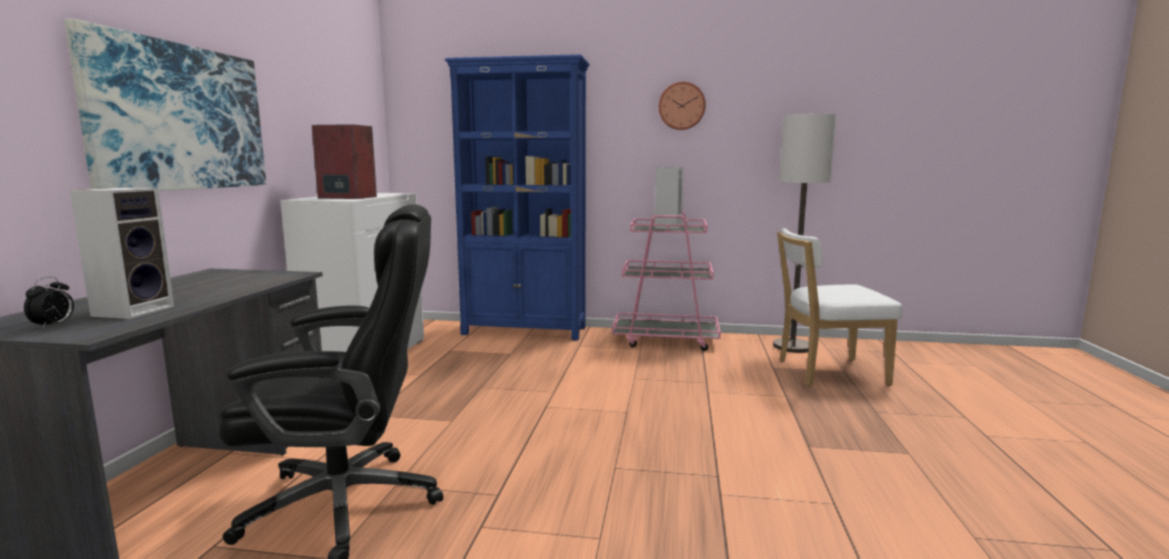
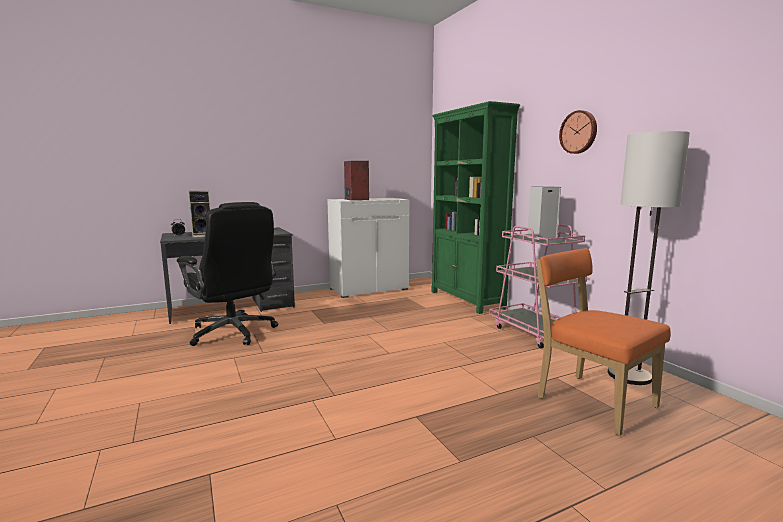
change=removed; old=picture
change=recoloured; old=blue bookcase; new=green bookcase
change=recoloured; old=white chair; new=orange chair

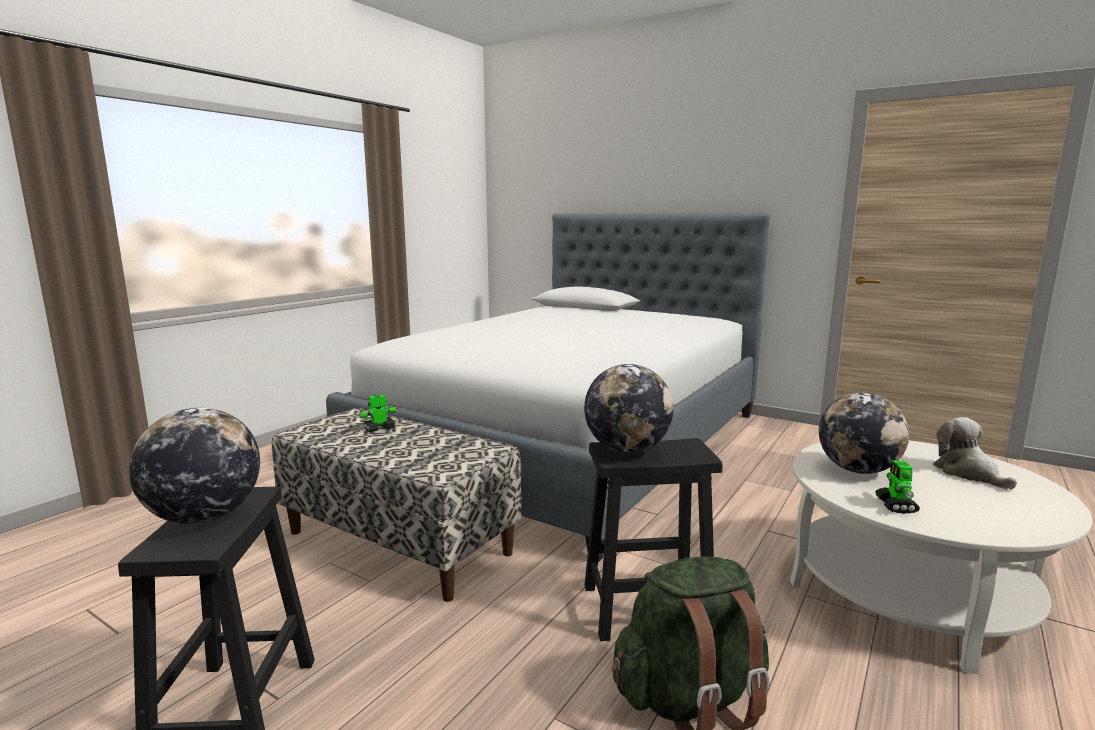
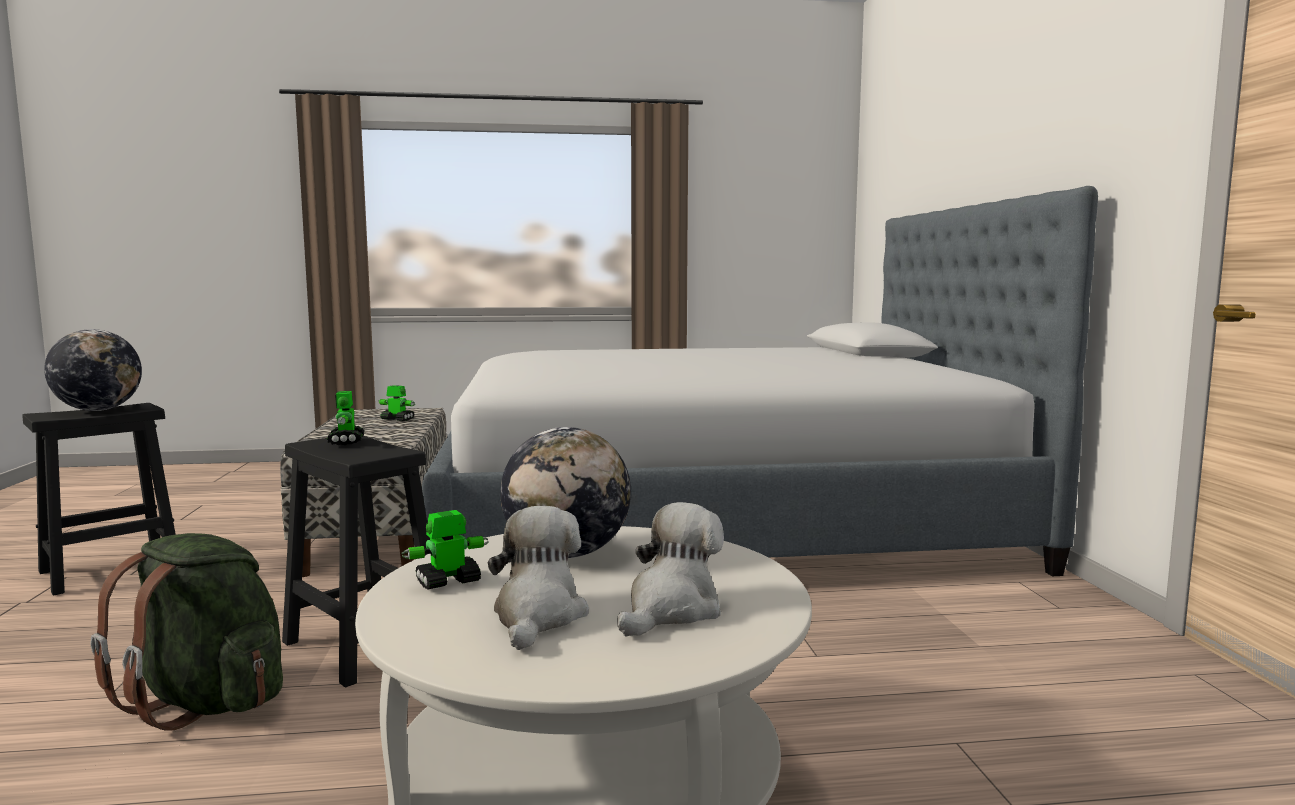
change=replaced; old=globe (2nd from left); new=toy robot (1st from left)
change=added; new=plush toy (1st from left)

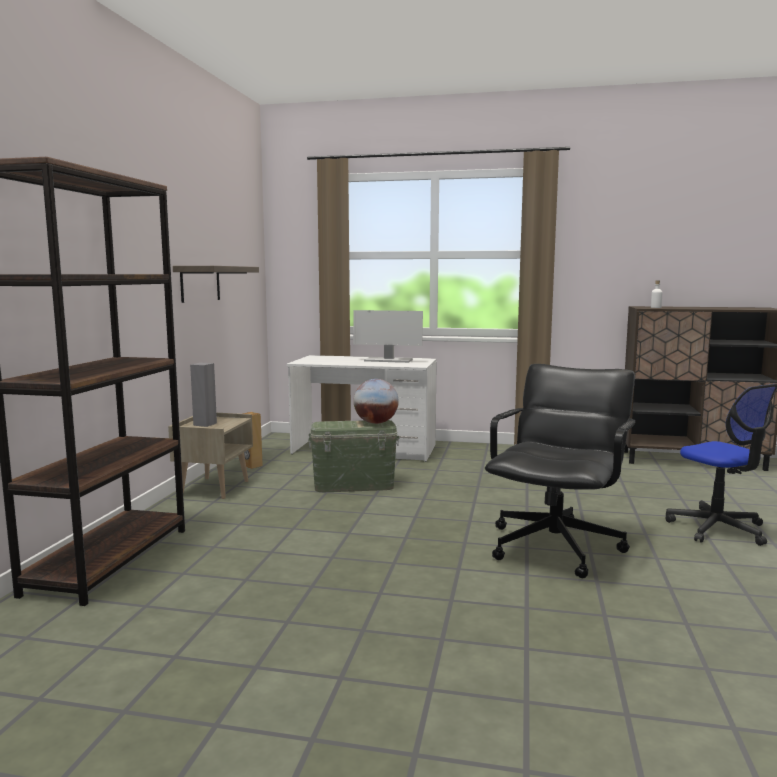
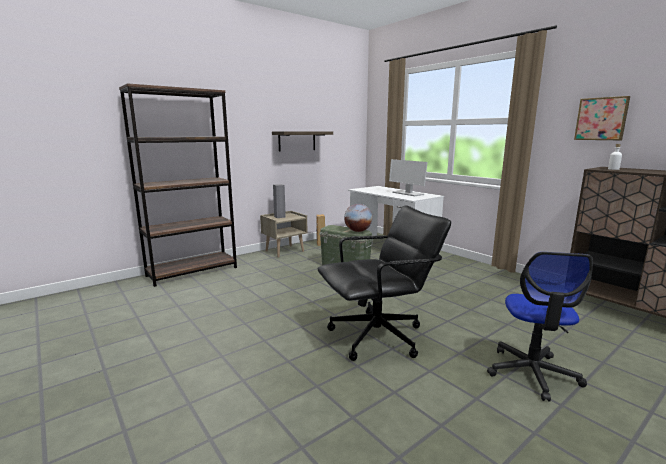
change=added; new=picture

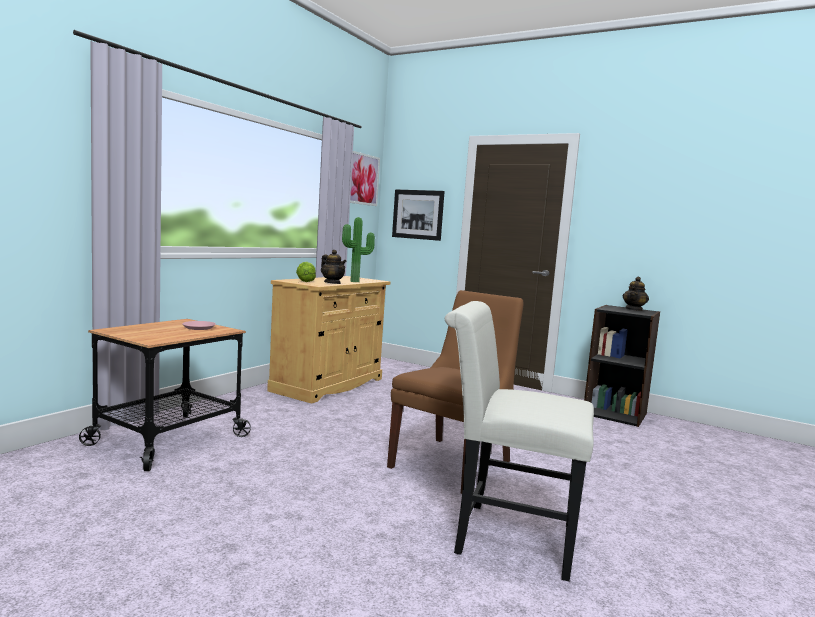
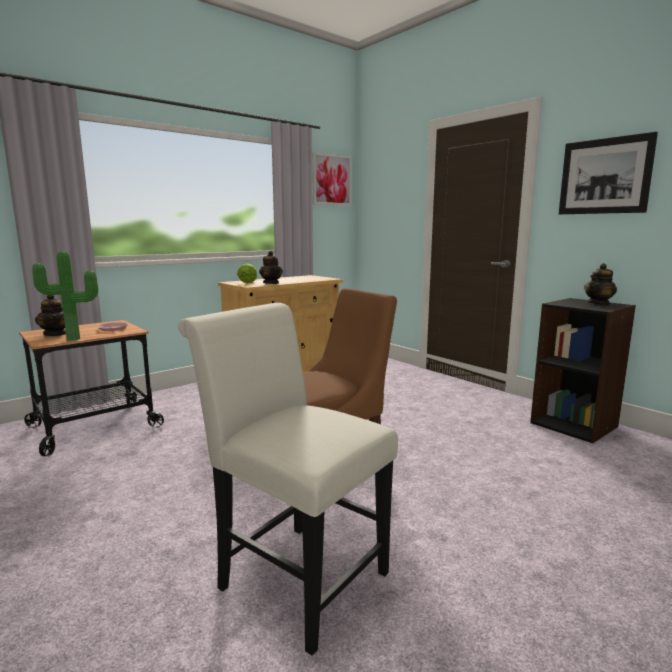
change=moved; old=picture (2nd from left)
change=moved; old=potted plant
change=added; new=teapot (1st from left)

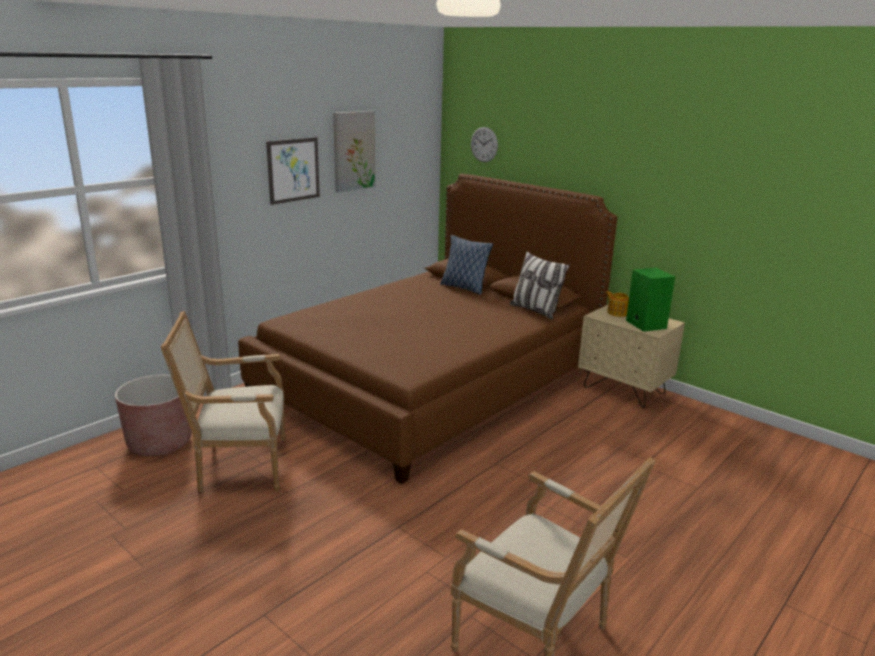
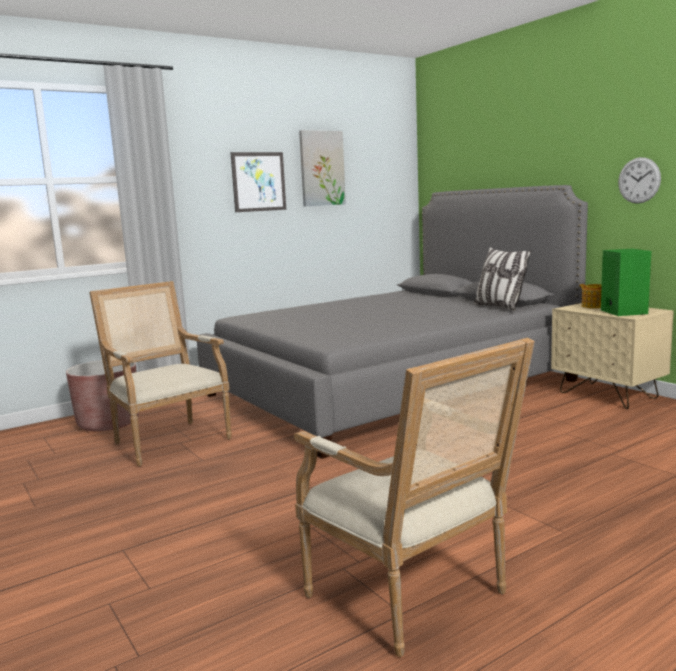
change=moved; old=wall clock
change=recoloured; old=brown bed; new=grey bed
change=removed; old=pillow (1st from left)
change=turned; old=armchair (1st from left); degrees=45

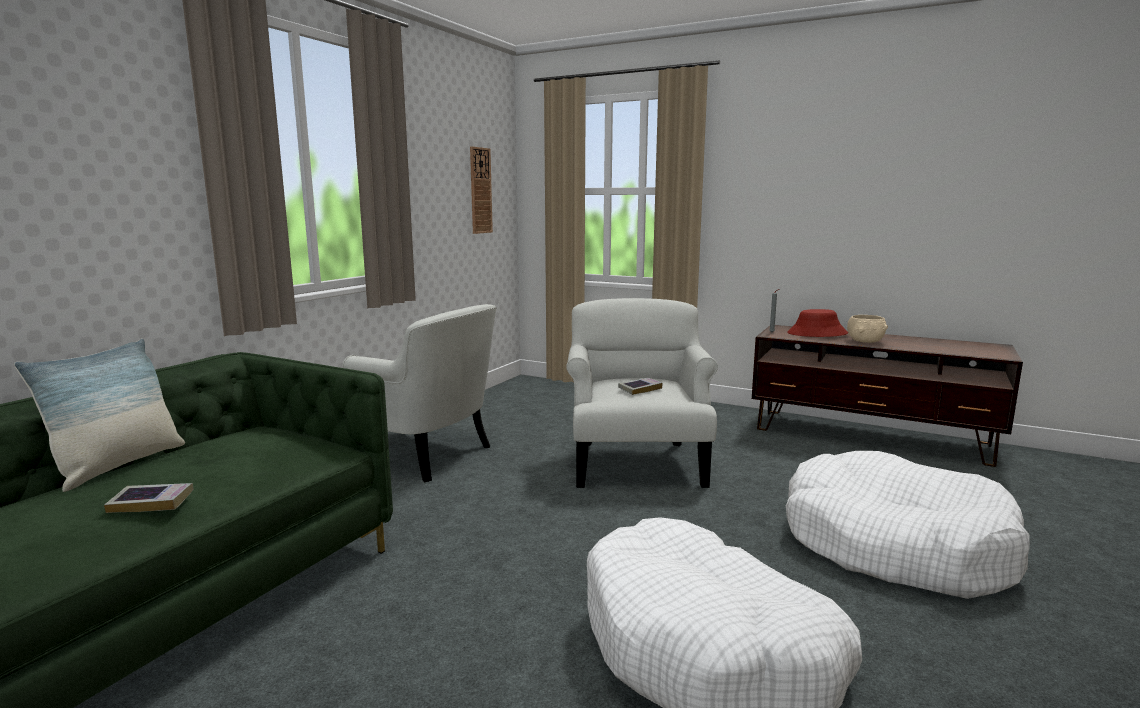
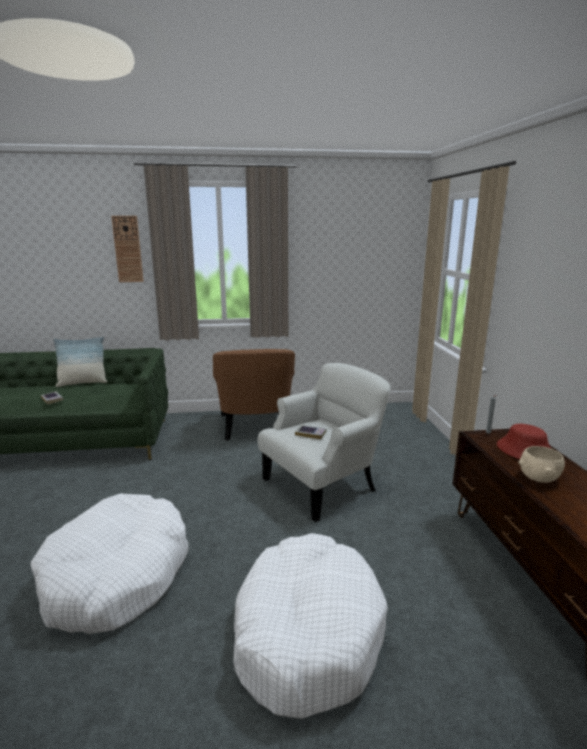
change=moved; old=wall clock
change=recoloured; old=white armchair (1st from left); new=brown armchair

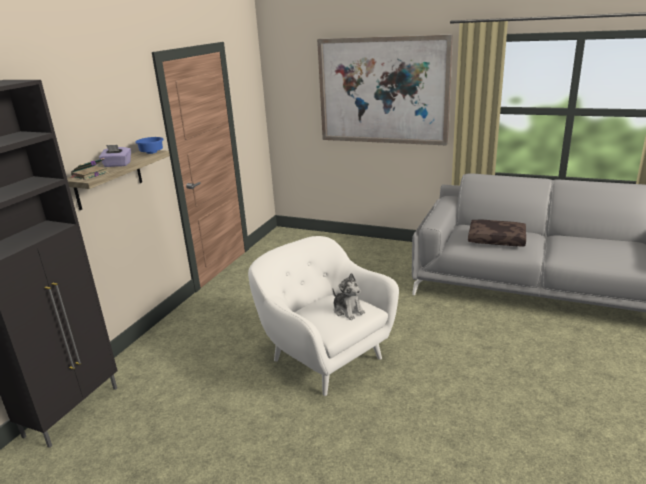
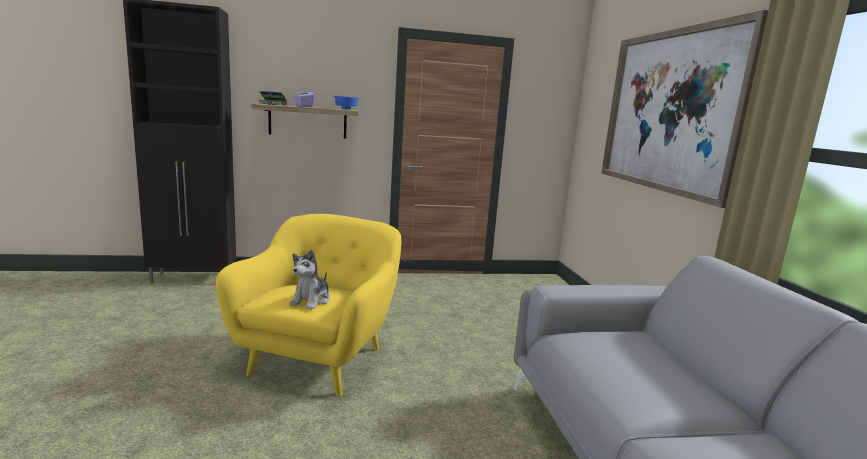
change=removed; old=brown pillow
change=recoloured; old=white armchair; new=yellow armchair

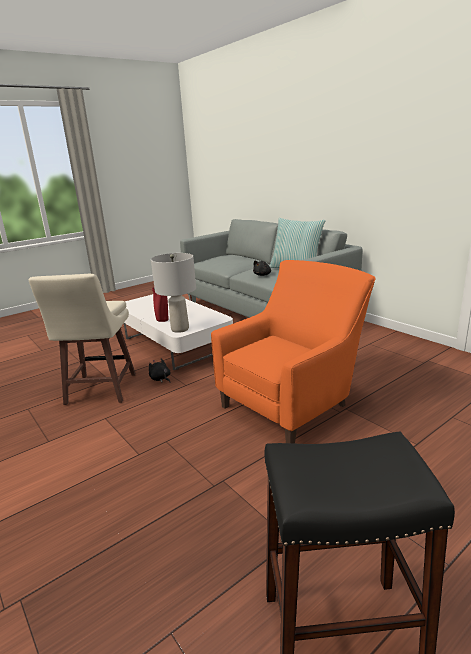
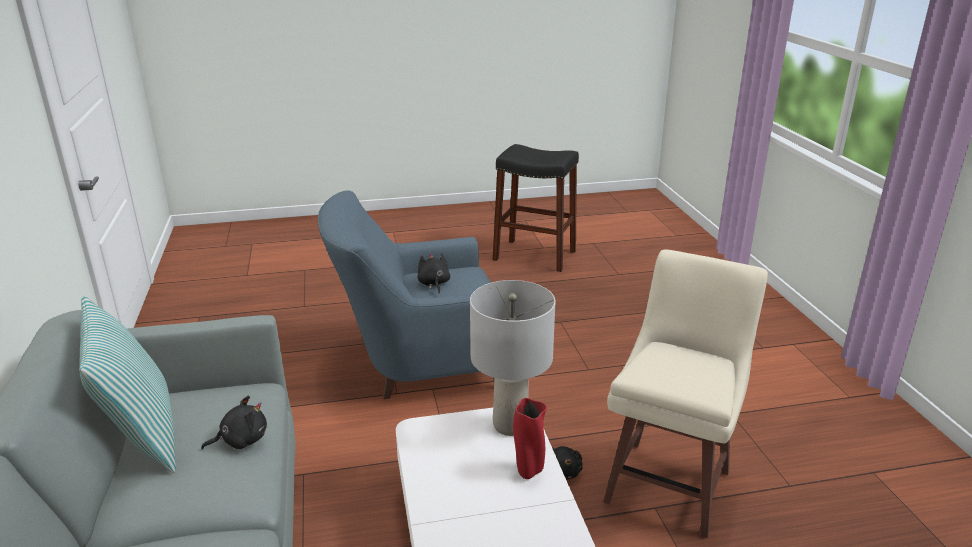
change=recoloured; old=orange armchair; new=blue armchair
change=added; new=black plush toy (2nd from left)

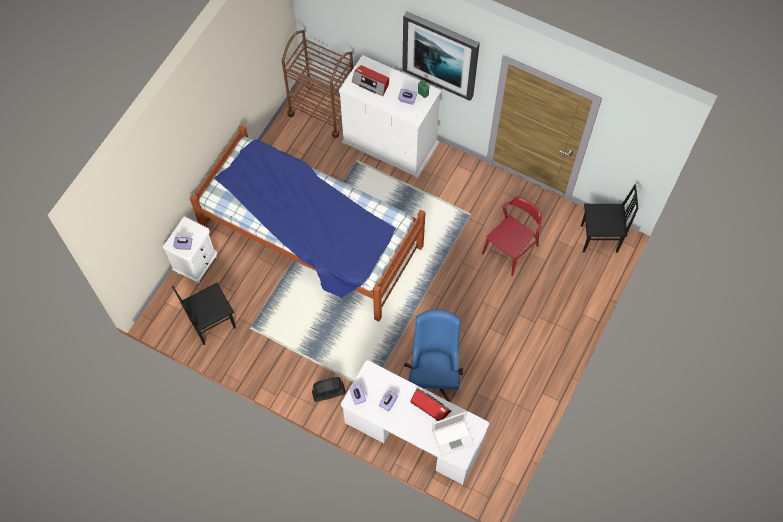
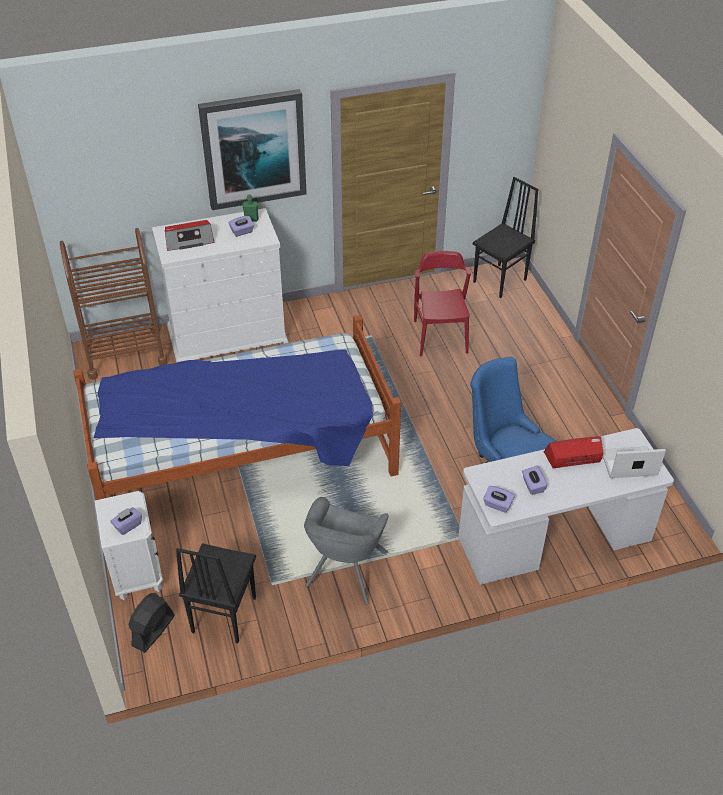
change=moved; old=black fan
change=turned; old=laptop; degrees=-120
change=added; new=grey armchair

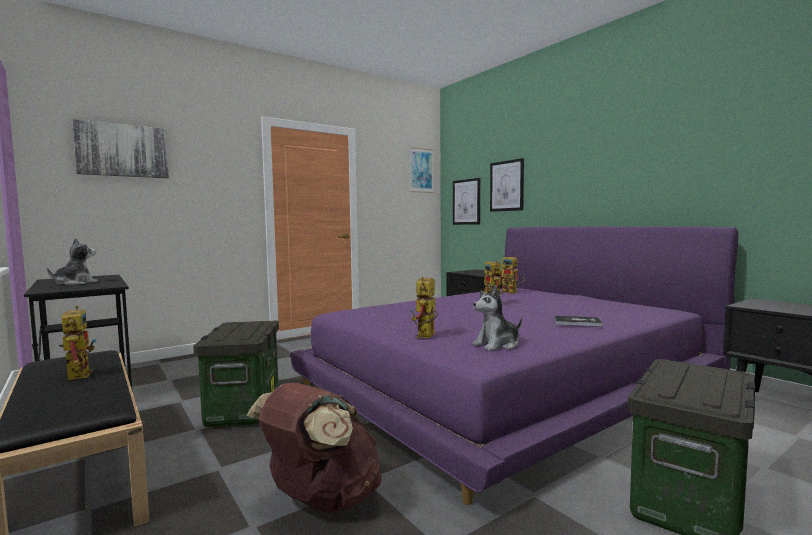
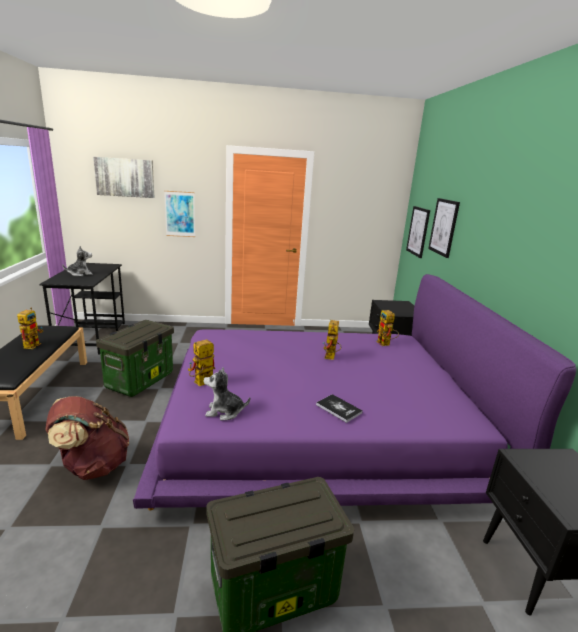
change=moved; old=picture (2nd from left)

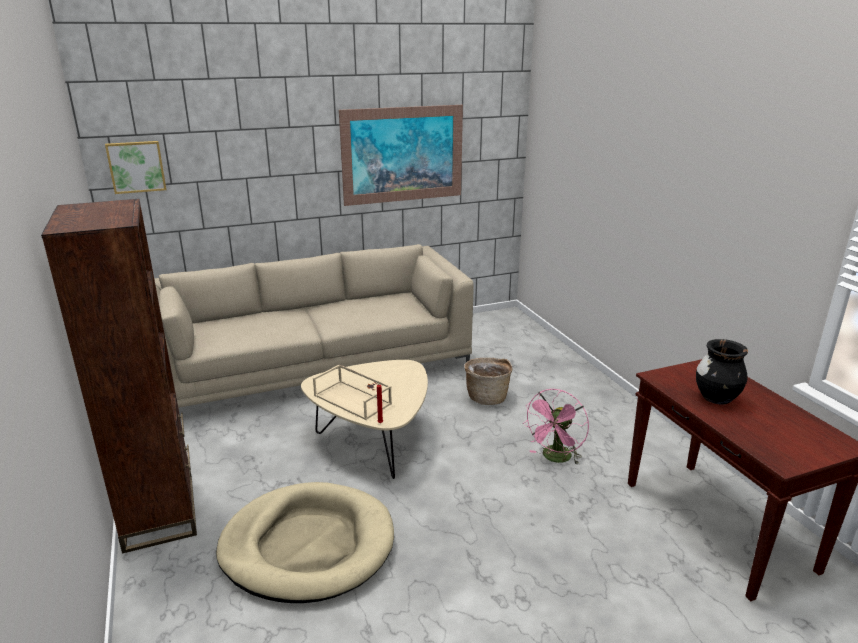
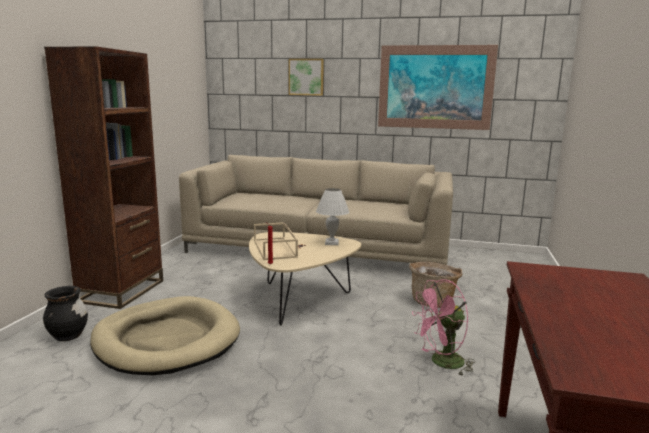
change=moved; old=picture (1st from left)
change=moved; old=black vase
change=added; new=white table lamp

